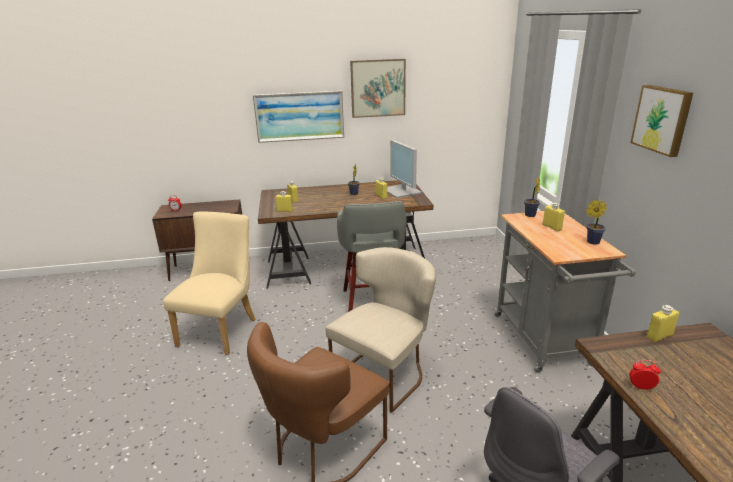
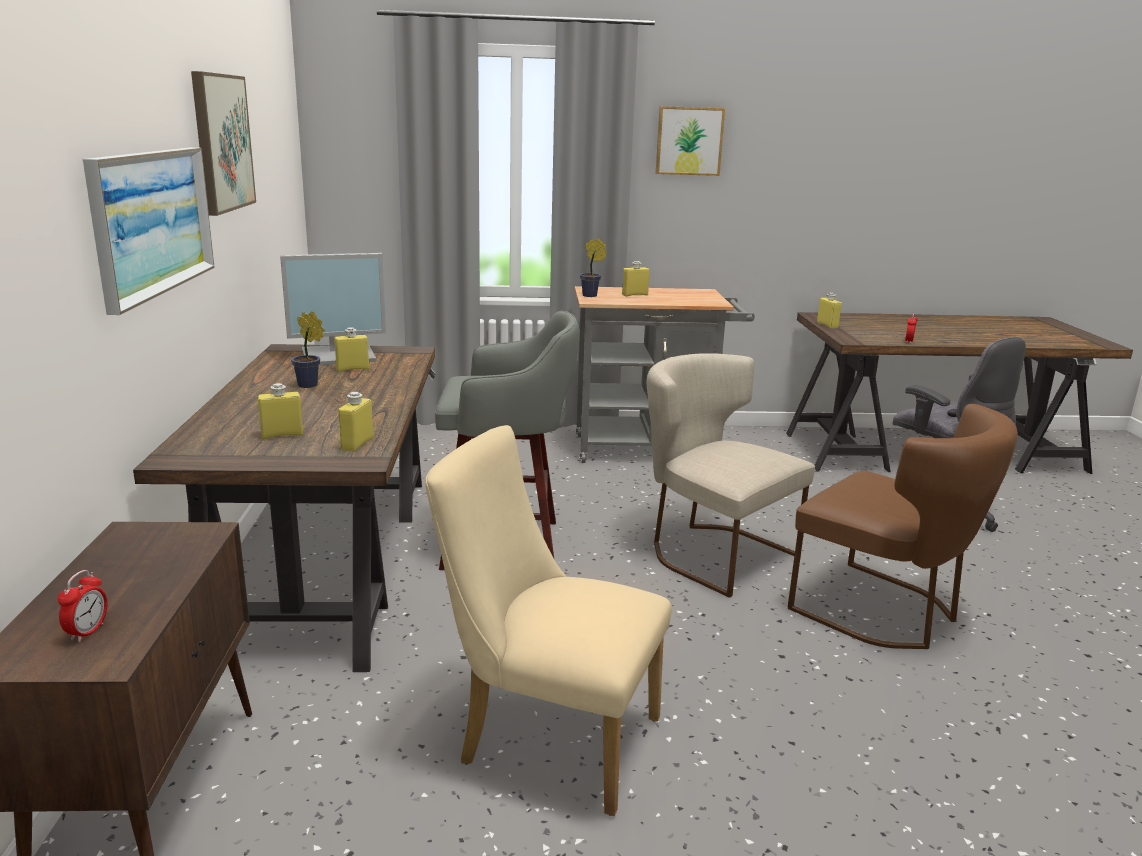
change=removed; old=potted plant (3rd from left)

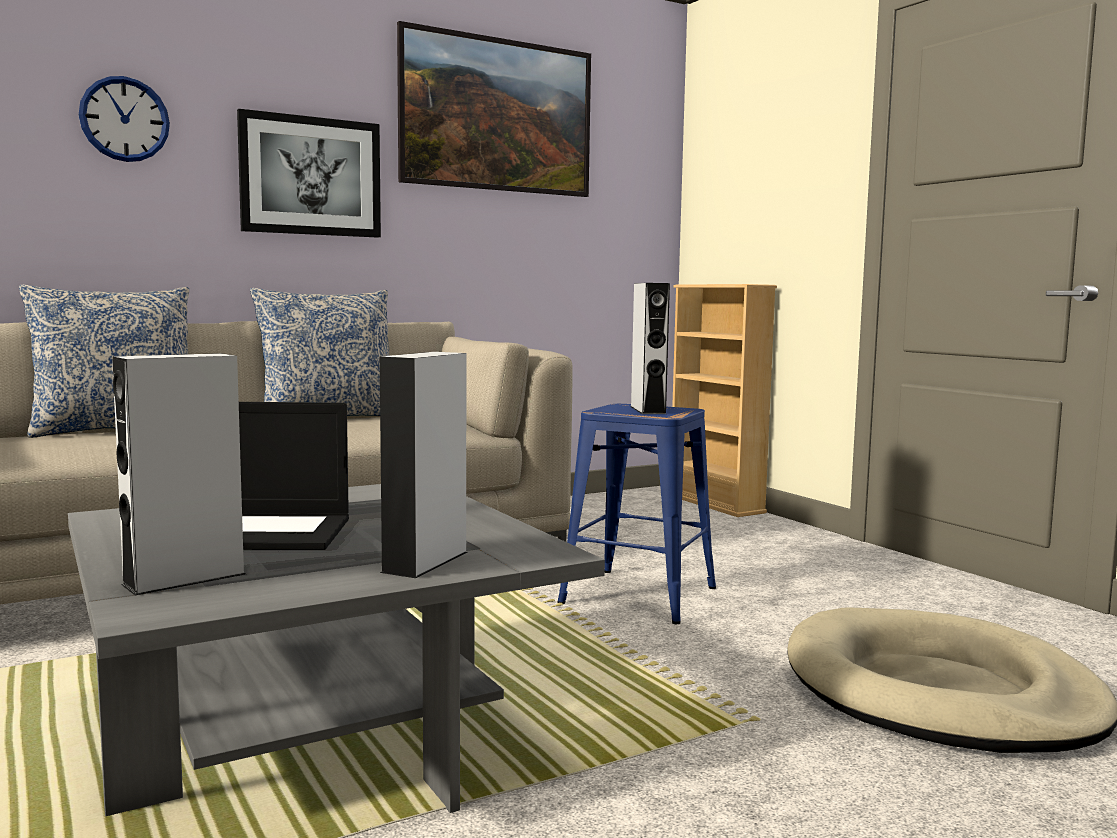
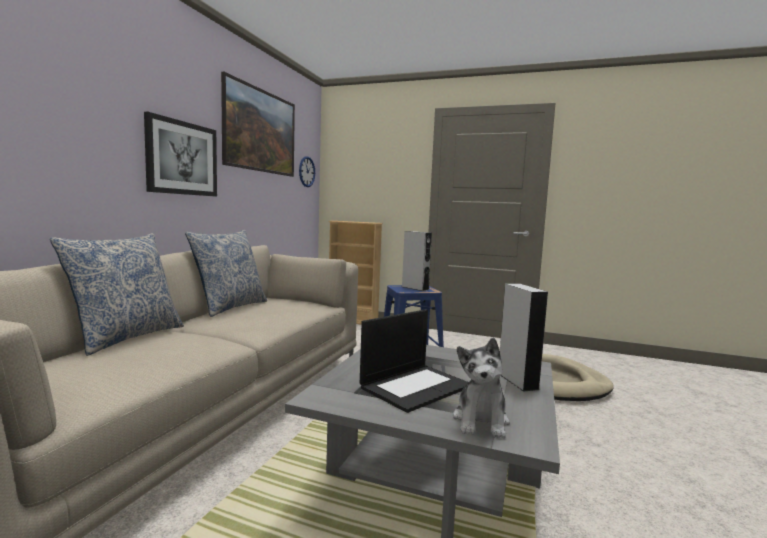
change=moved; old=wall clock
change=replaced; old=grey speaker (1st from left); new=plush toy

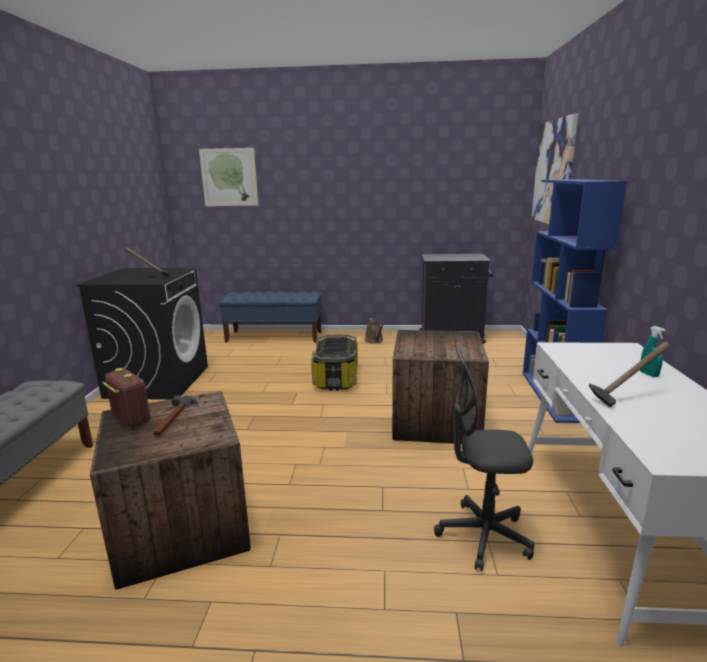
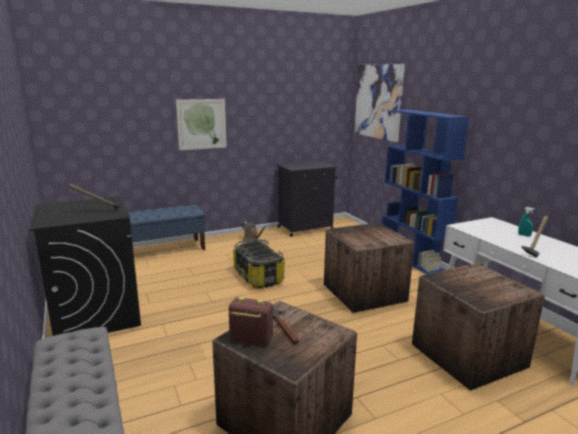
change=moved; old=picture (1st from left)
change=replaced; old=grey office chair; new=crate (3rd from left)

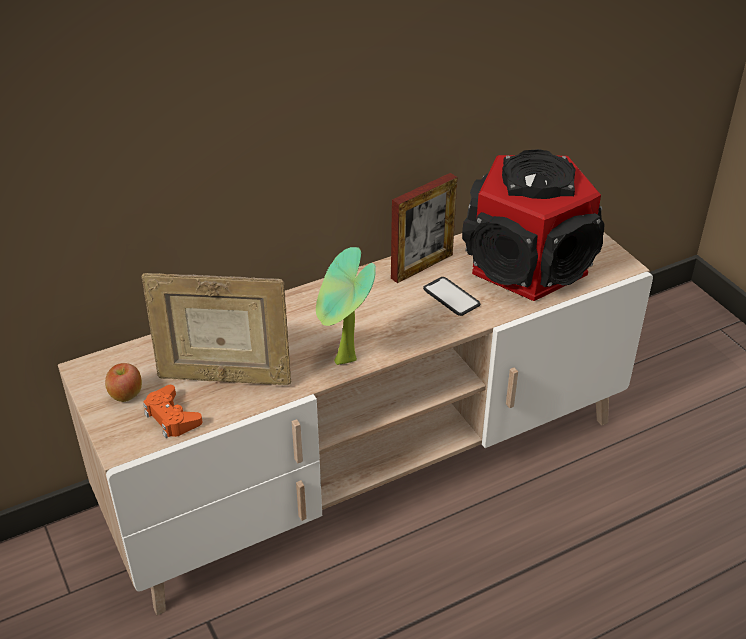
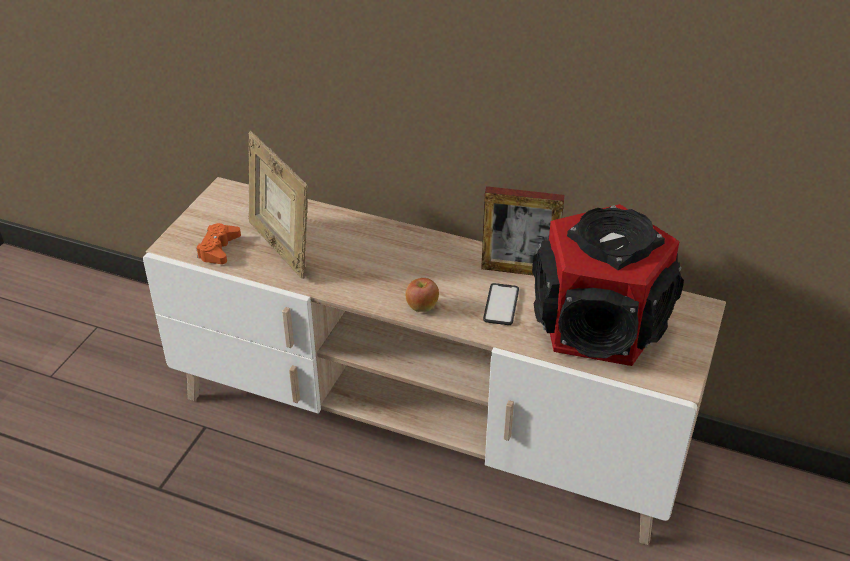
change=removed; old=potted plant
change=moved; old=apple

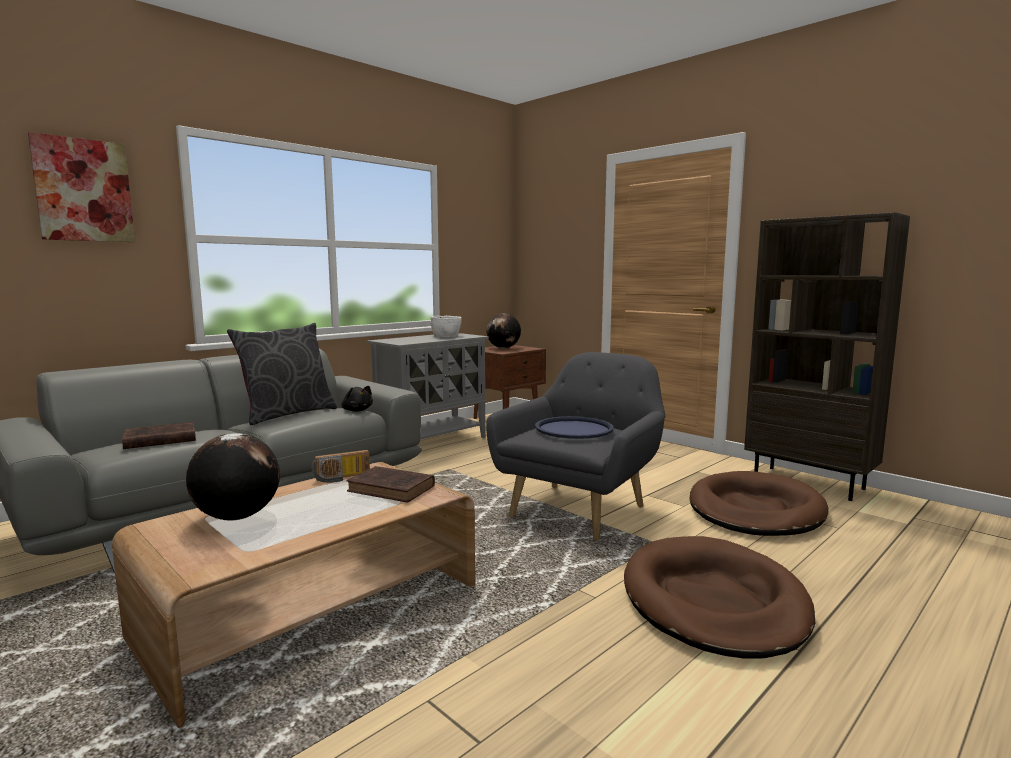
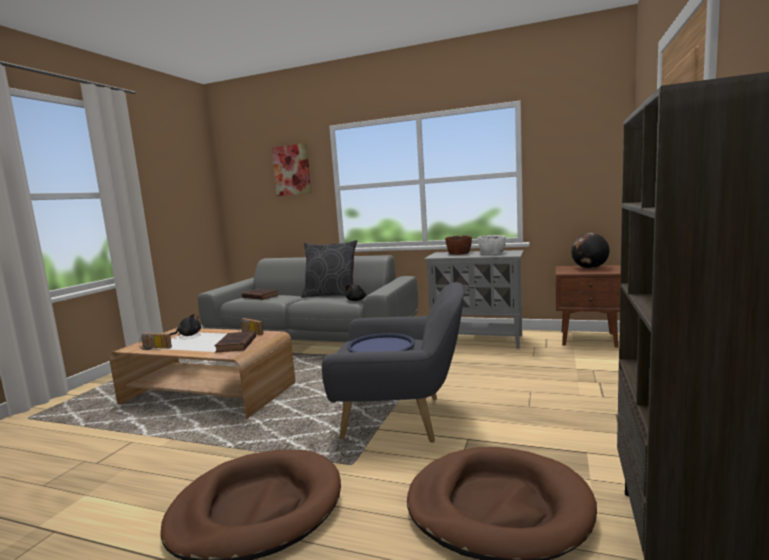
change=replaced; old=globe (1st from left); new=black plush toy (1st from left)
change=added; new=brown bowl
change=added; new=radio (1st from left)

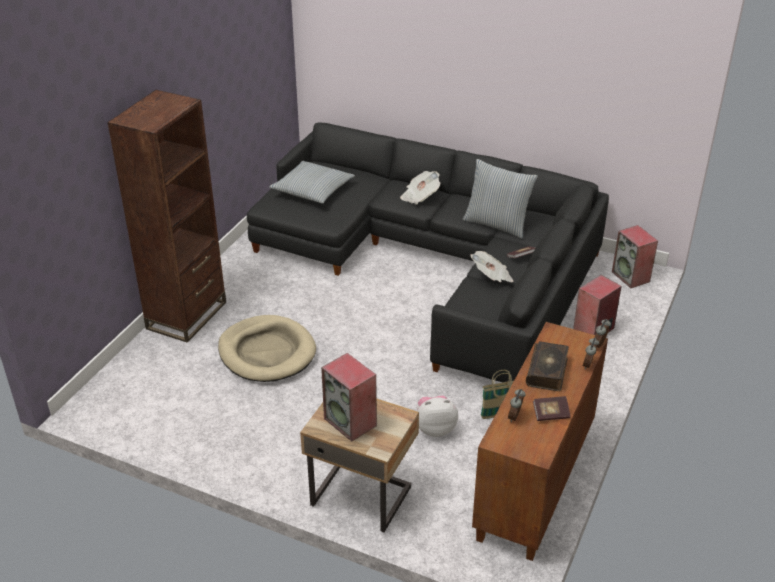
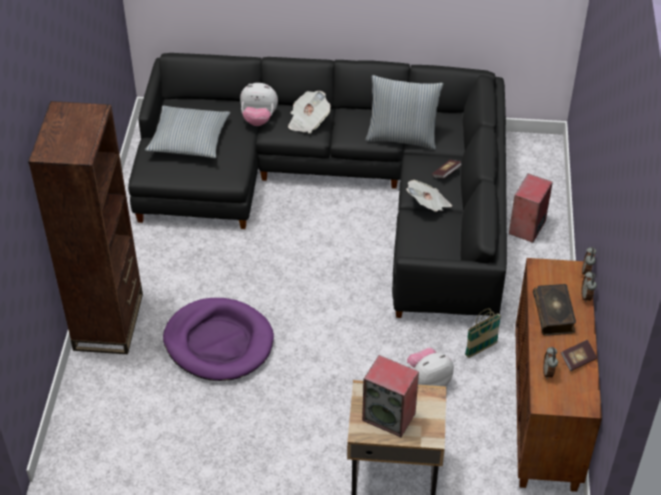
change=removed; old=speaker (3rd from left)
change=recoloured; old=beige dog bed; new=purple dog bed
change=added; new=plush toy (1st from left)

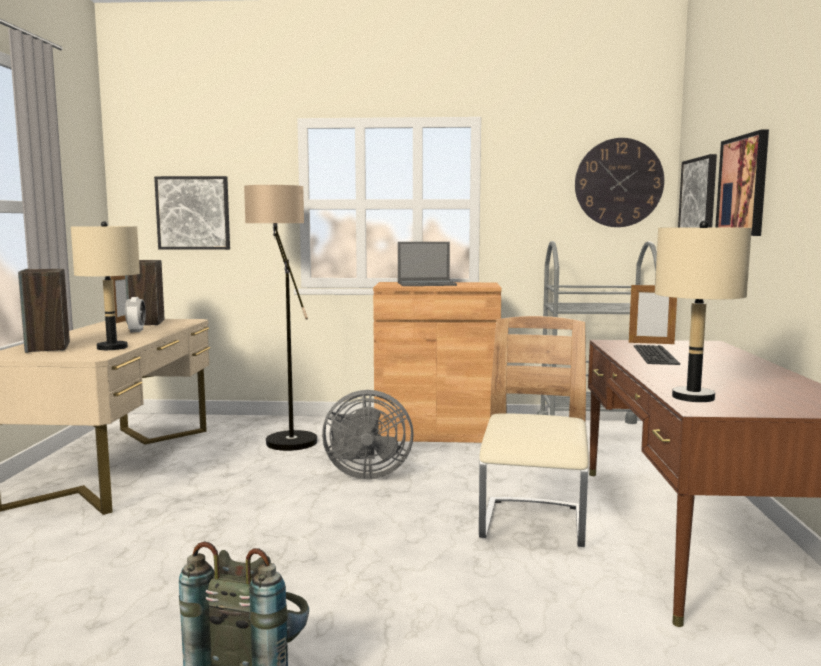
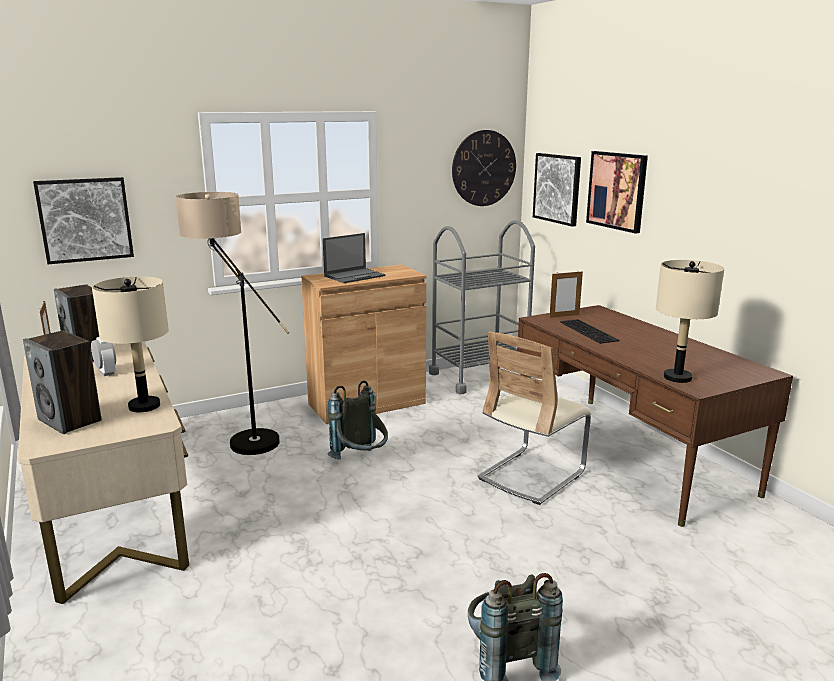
change=turned; old=beige chair; degrees=-120
change=replaced; old=grey fan; new=grey backpack (1st from left)

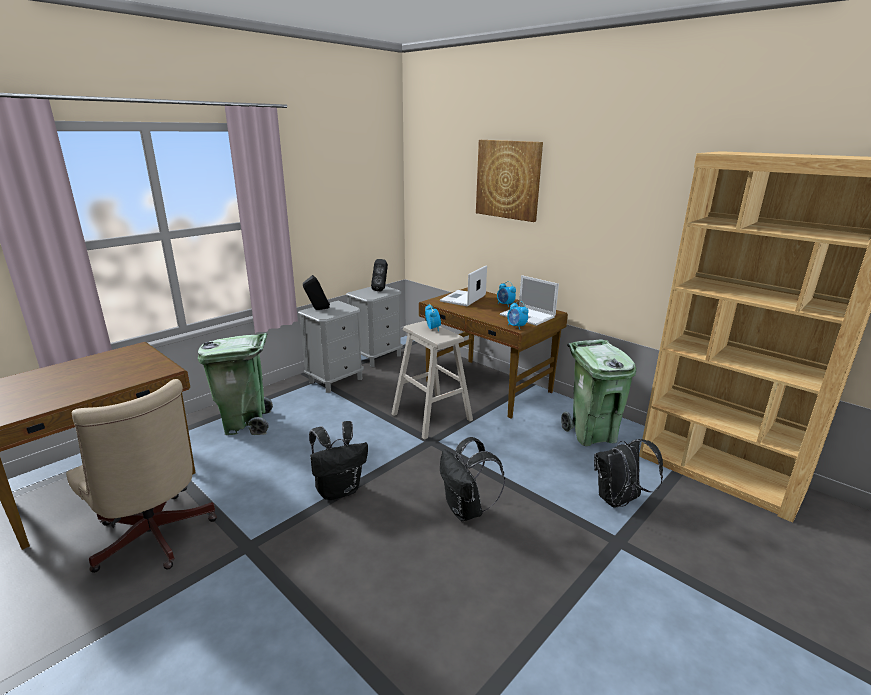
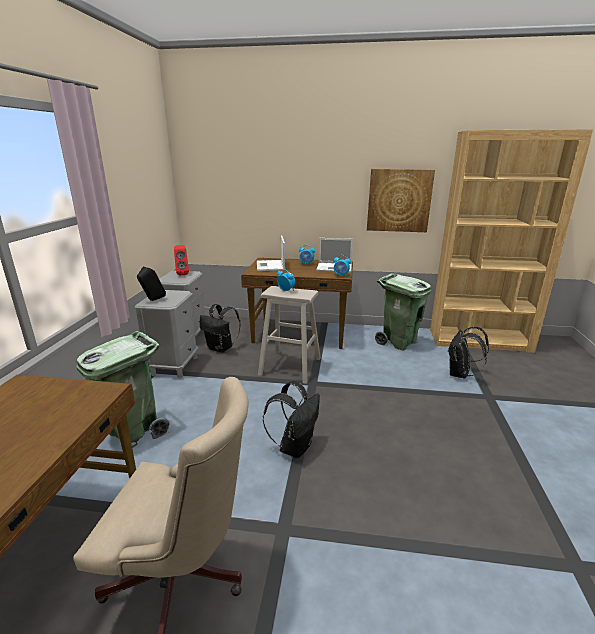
change=moved; old=picture
change=recoloured; old=black speaker (2nd from left); new=red speaker
change=moved; old=black backpack (2nd from left in the first image); new=black backpack (1st from left)

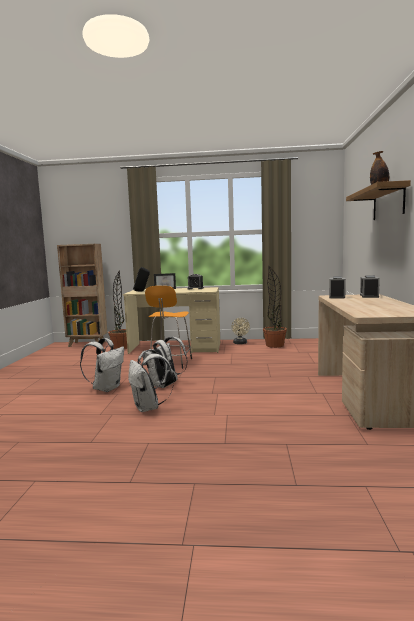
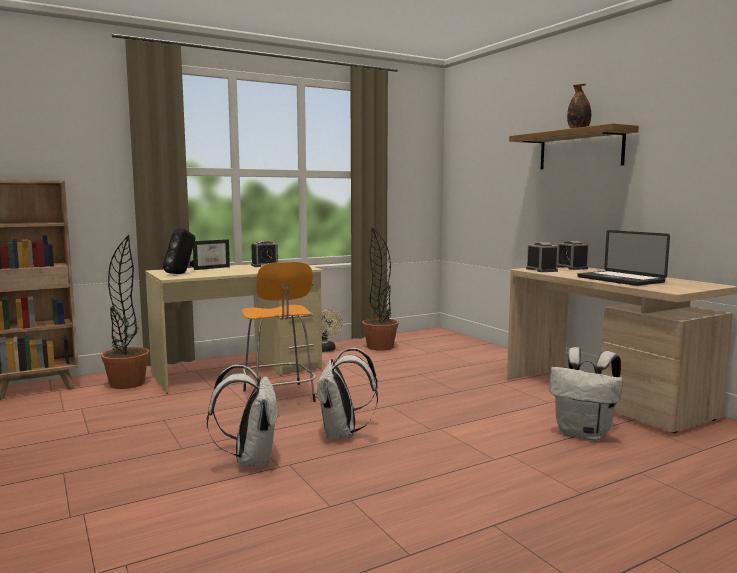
change=moved; old=white backpack (2nd from left in the first image); new=white backpack (3rd from left)
change=added; new=laptop

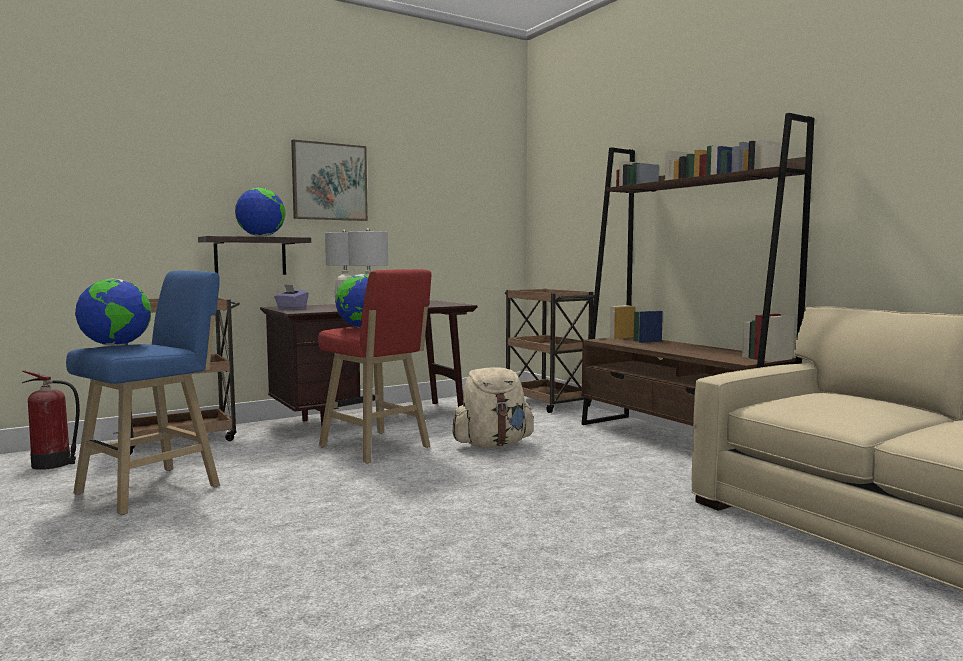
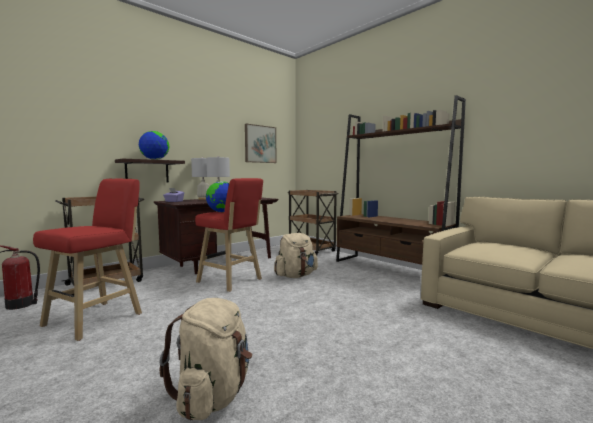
change=moved; old=picture
change=recoloured; old=blue stool; new=red stool (1st from left)
change=removed; old=globe (1st from left)
change=added; new=beige backpack (1st from left)

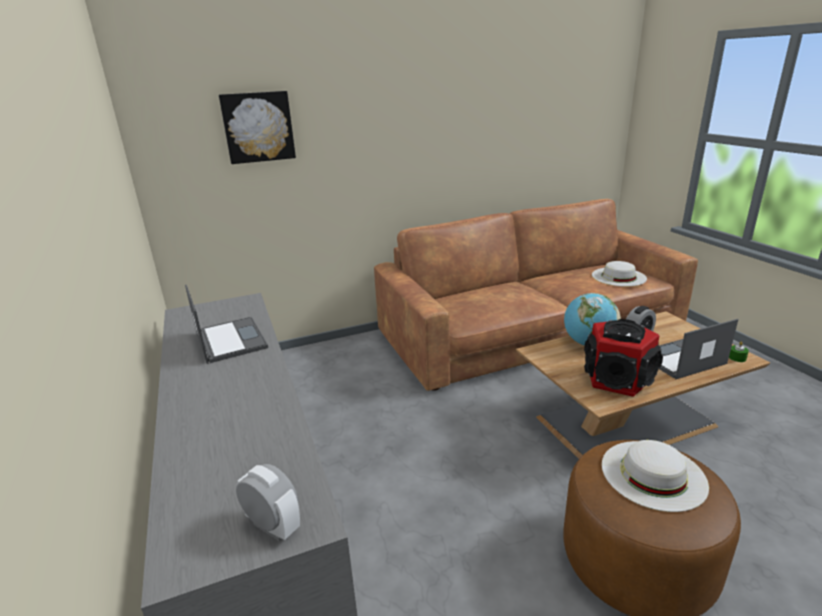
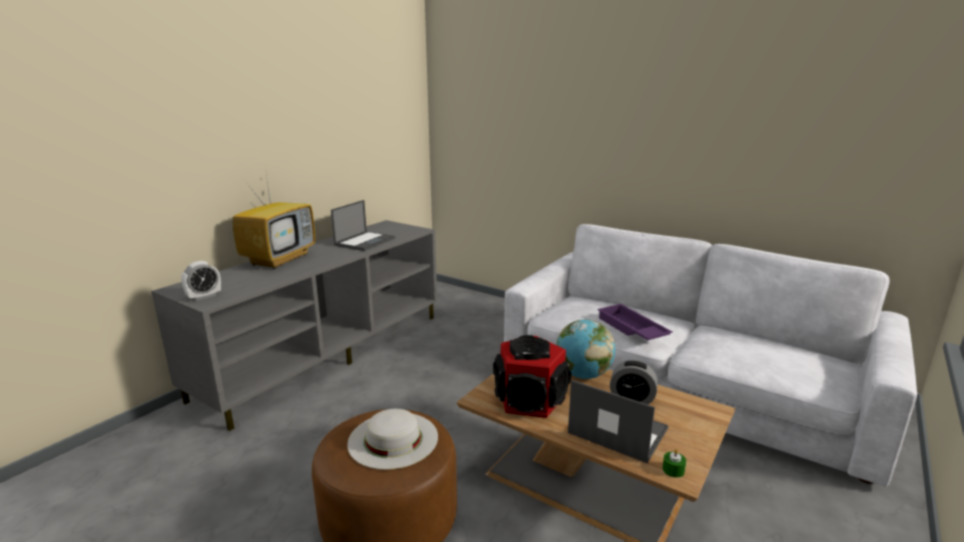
change=removed; old=picture
change=recoloured; old=brown sofa; new=white sofa
change=removed; old=white hat (1st from left)
change=turned; old=alarm clock (1st from left); degrees=45
change=added; new=television
change=added; new=purple tray

